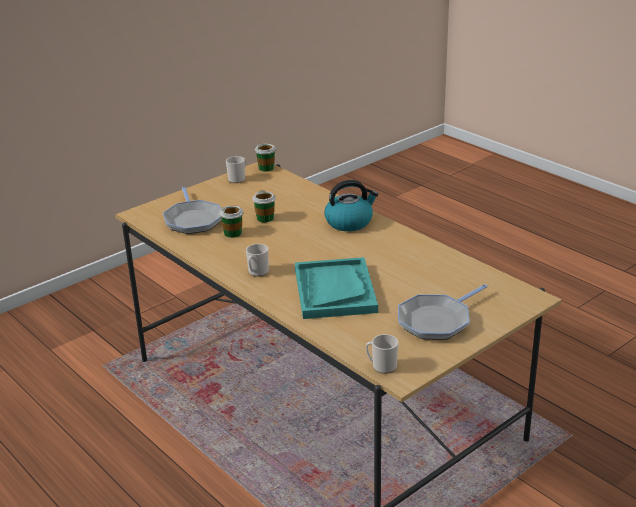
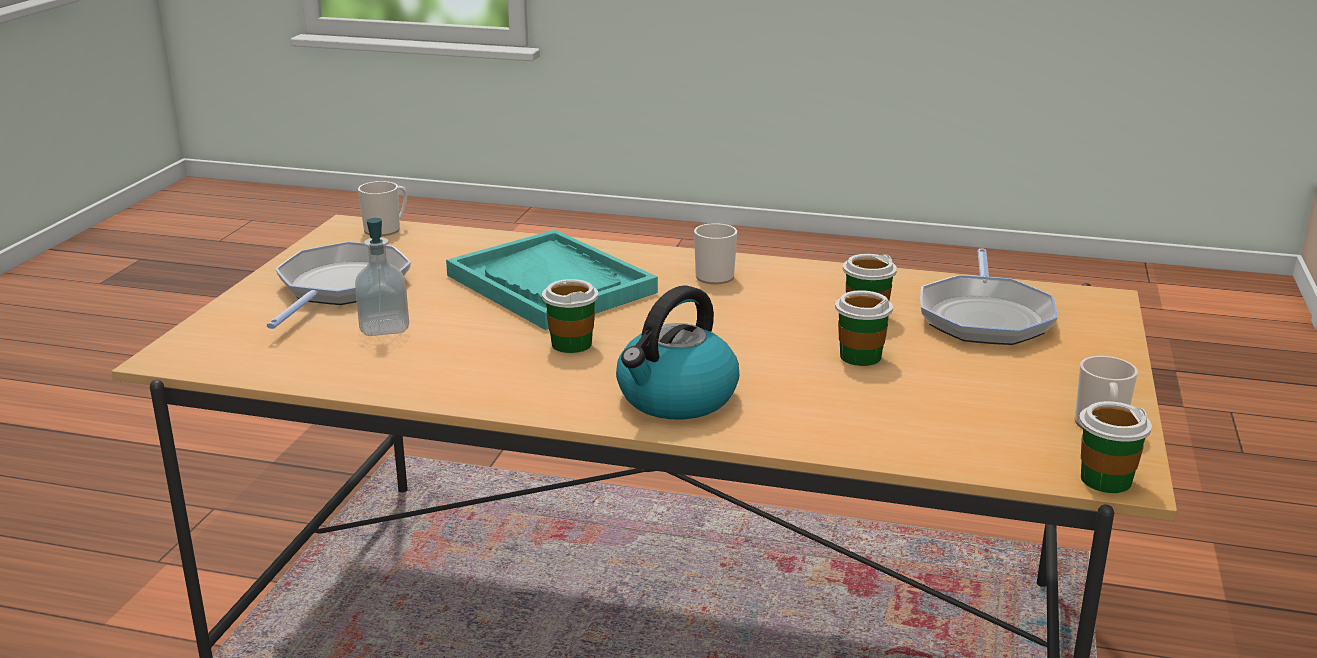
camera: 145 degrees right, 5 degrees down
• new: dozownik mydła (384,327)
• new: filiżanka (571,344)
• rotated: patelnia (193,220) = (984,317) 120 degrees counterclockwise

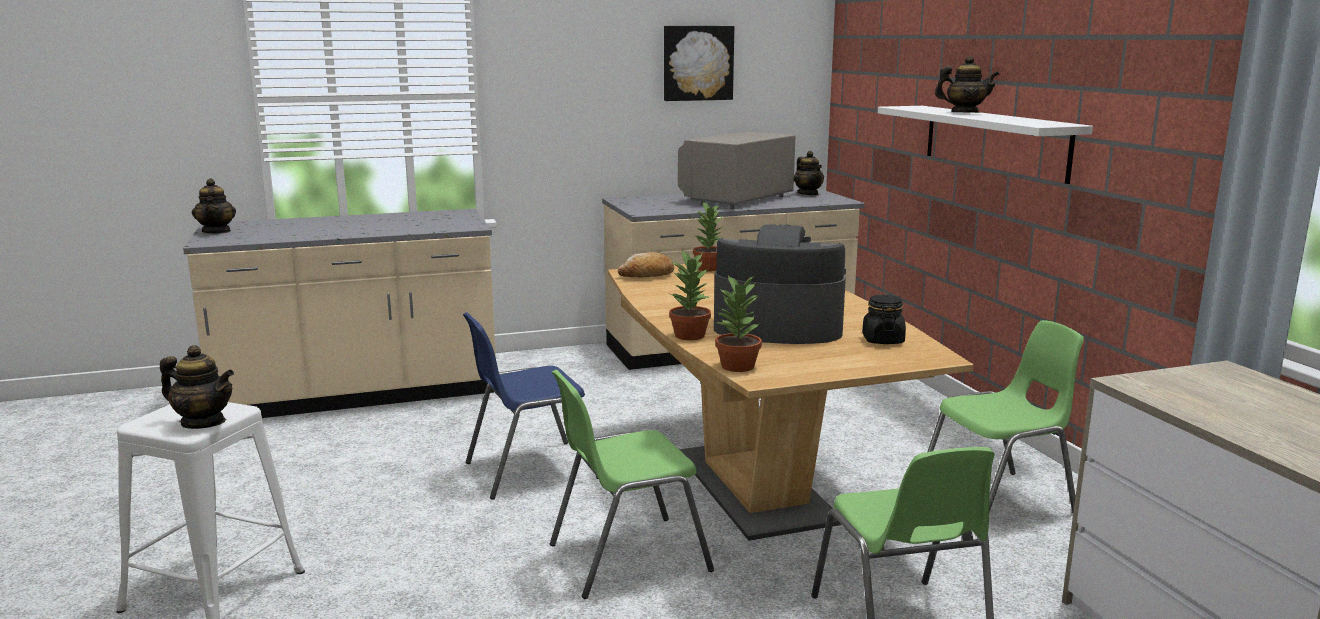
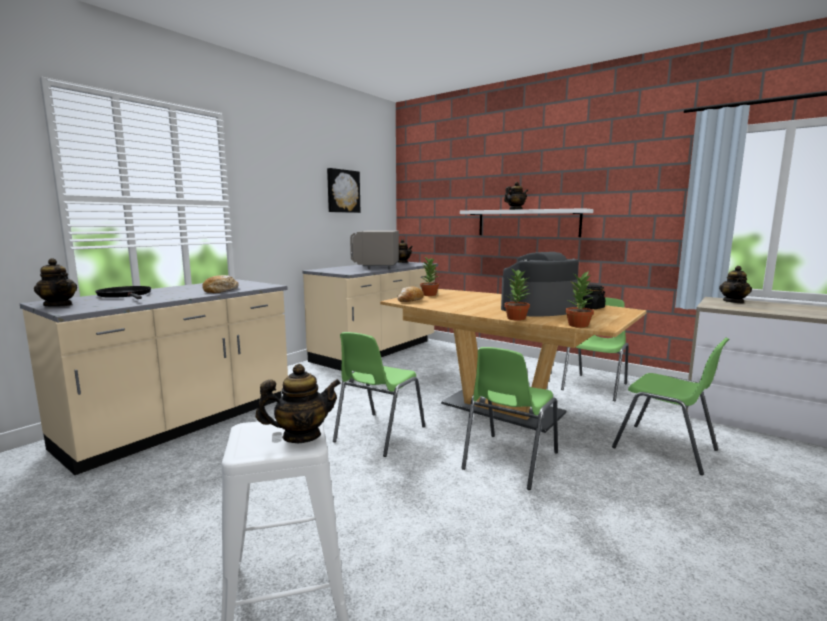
camera: 35 degrees left, 5 degrees down
• new: patelnia (czarny) (126,295)
• new: chleb (221,290)
• new: imbryk (733,302)
• repainted: krzesło (niebieski) (529,470) to krzesło (zielony) (378,434)

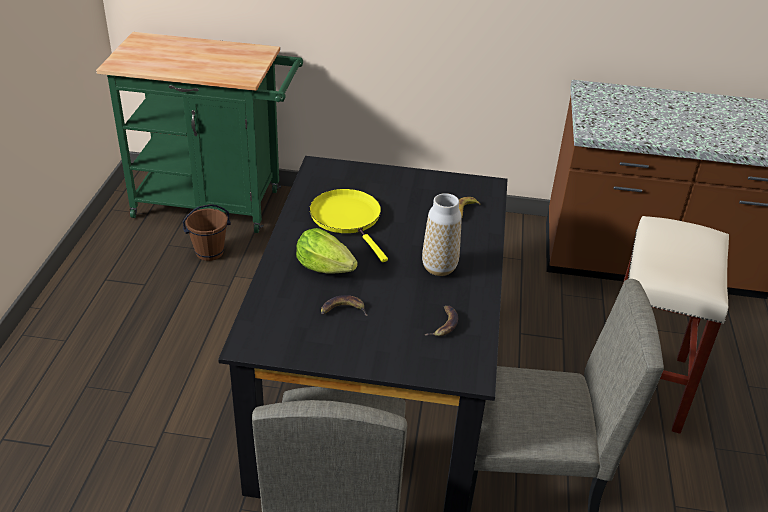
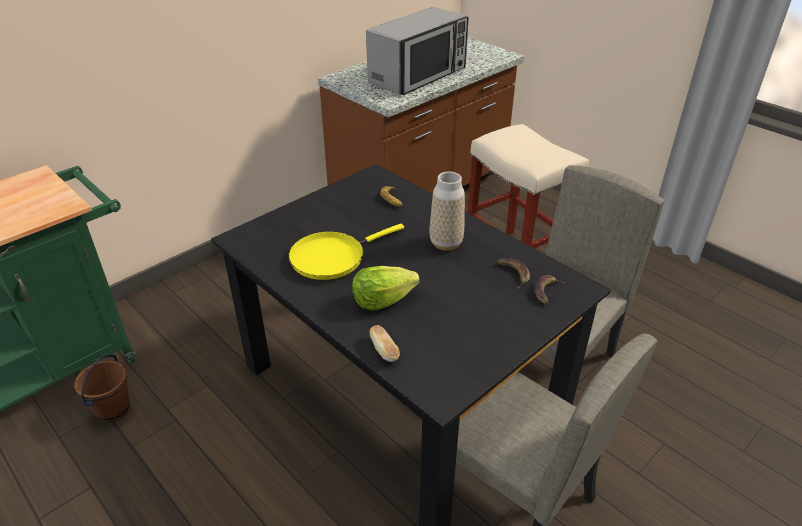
camera: 50 degrees left, 0 degrees up
• new: mikrofalówka (418,76)
• new: chleb (384,350)
• shifted: banan (343,310) to (546,291)
• rotated: patelnia (żółty) (348,218) = (332,257) 45 degrees counterclockwise

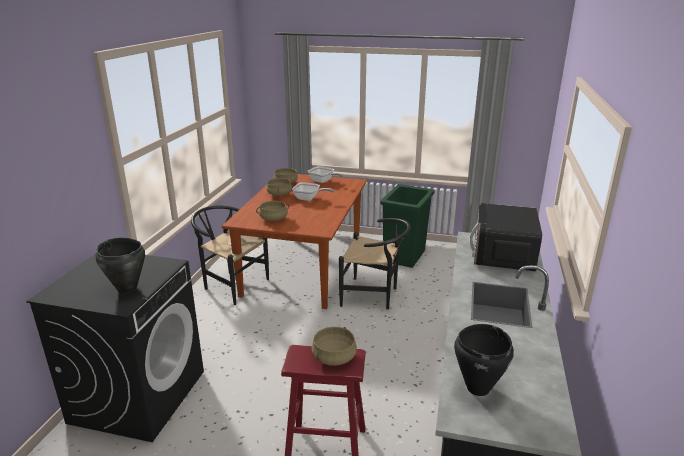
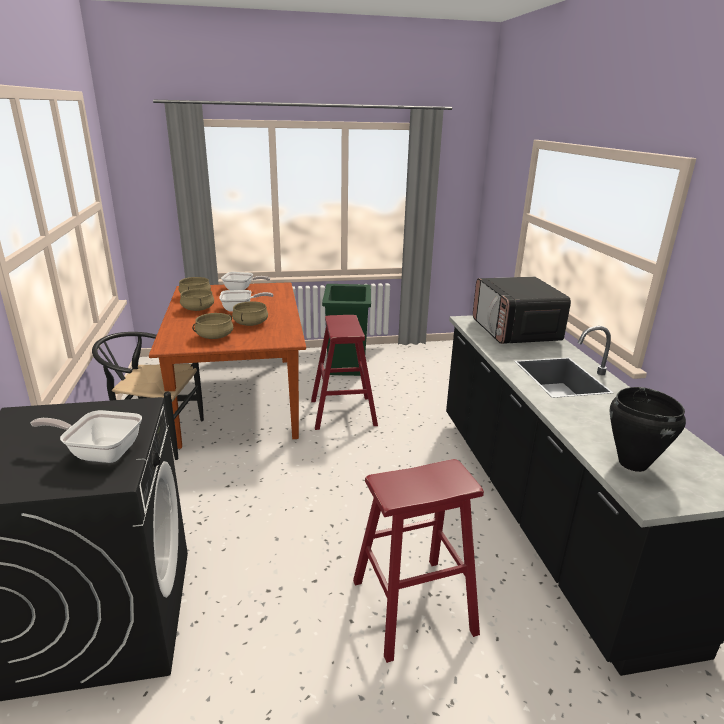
camera: 25 degrees left, 0 degrees up
• shifted: garnek (beżowy) (334,357) to (250,323)
• swapped: garnek (czarny) (127,288) to patelnia (100,452)
• swapped: krzesło (czarny) (374,296) to stołek (czerwony) (343,412)

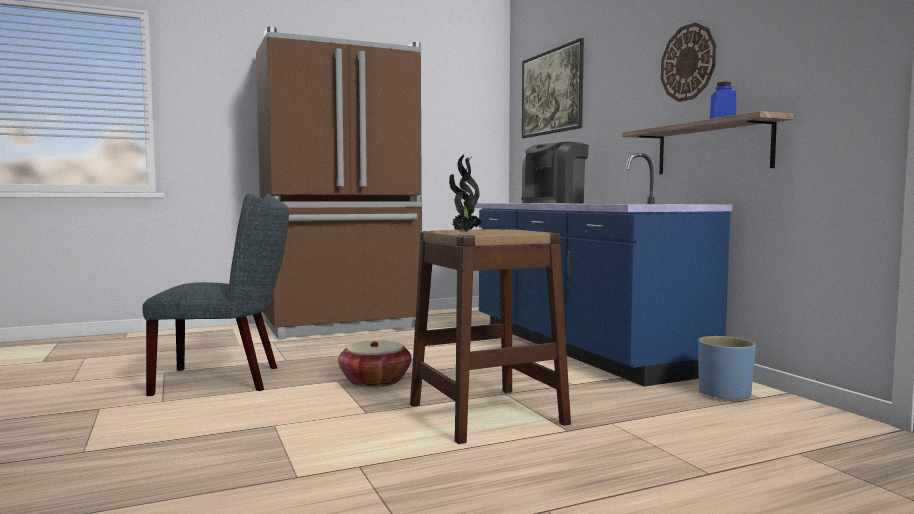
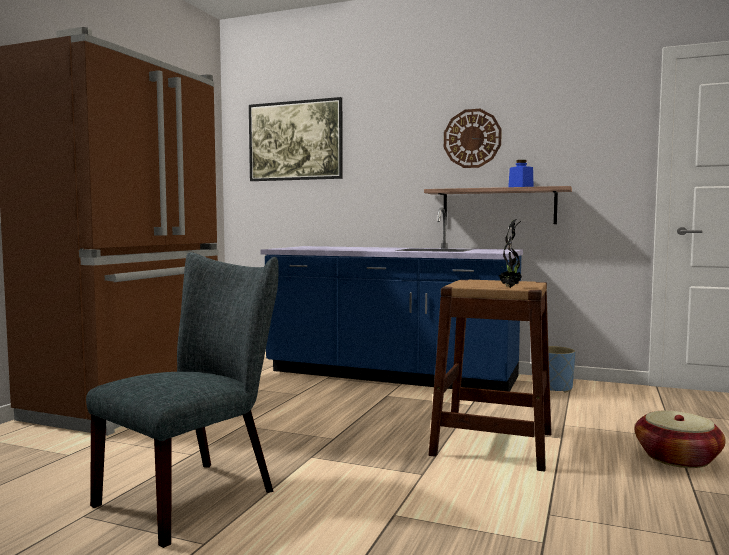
camera: 45 degrees left, 0 degrees up
• gone: ekspres do kawy (553,203)
• shifted: koszyk (375,381) to (677,458)

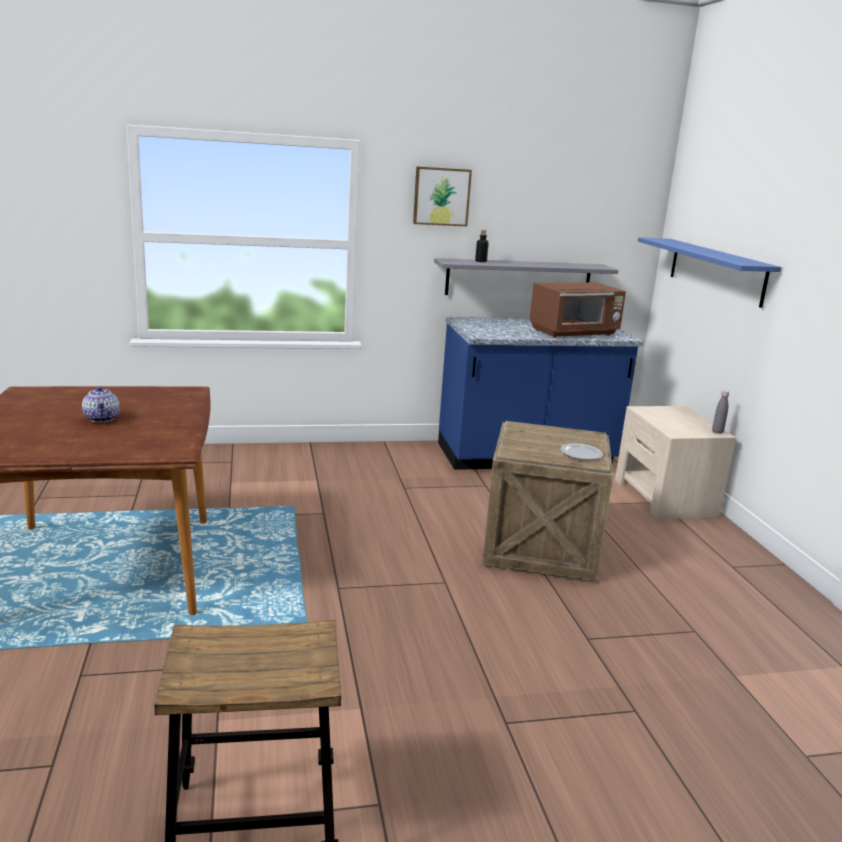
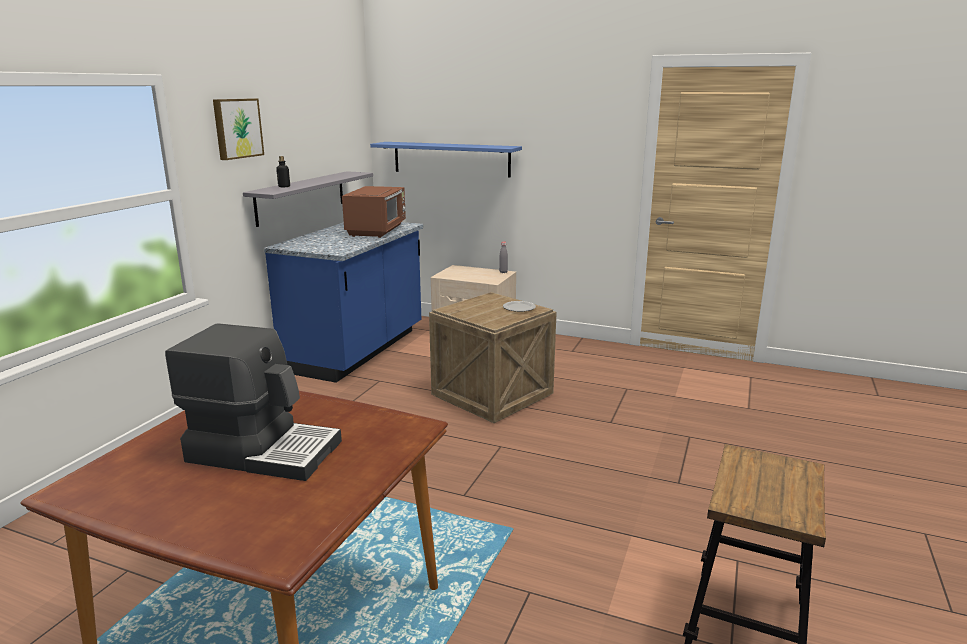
camera: 55 degrees left, 0 degrees up
• swapped: imbryk (102,418) to ekspres do kawy (264,450)

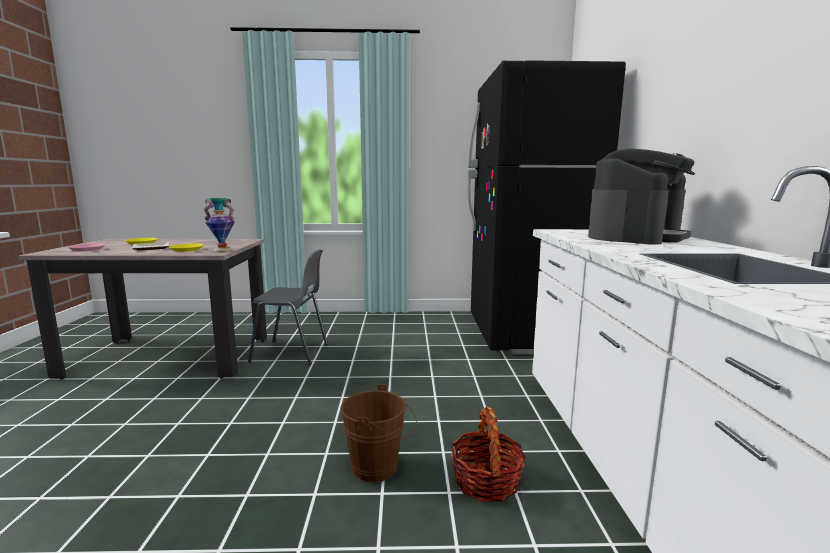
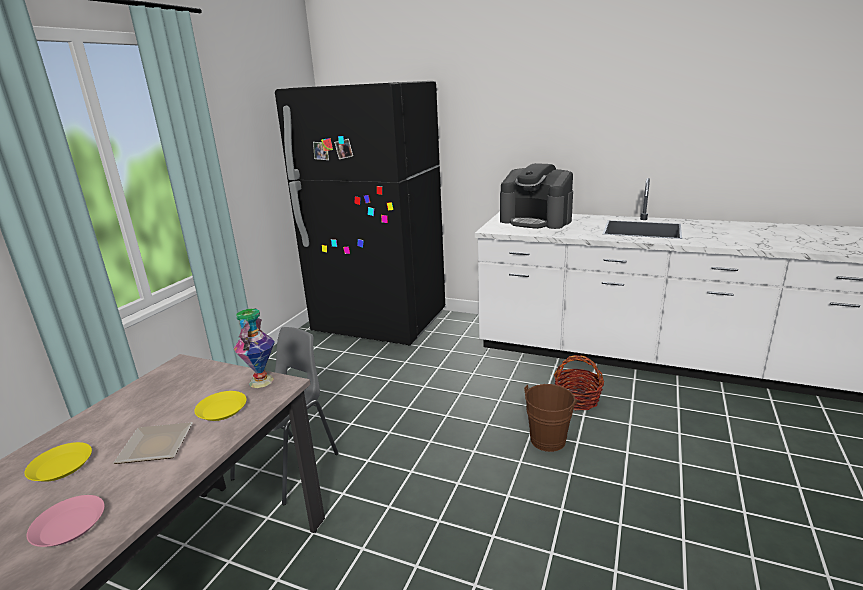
camera: 65 degrees left, 10 degrees up
• rotated: ekspres do kawy (636,236) = (536,221) 150 degrees clockwise

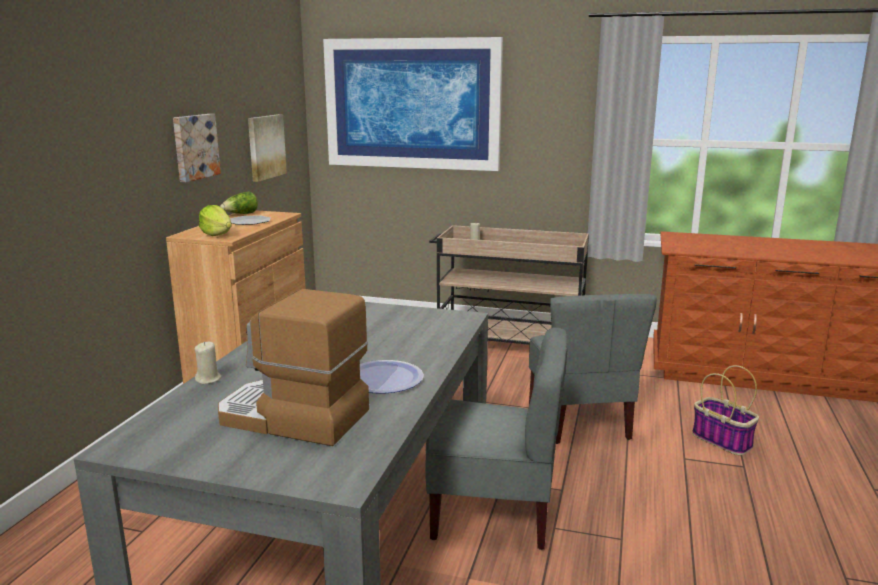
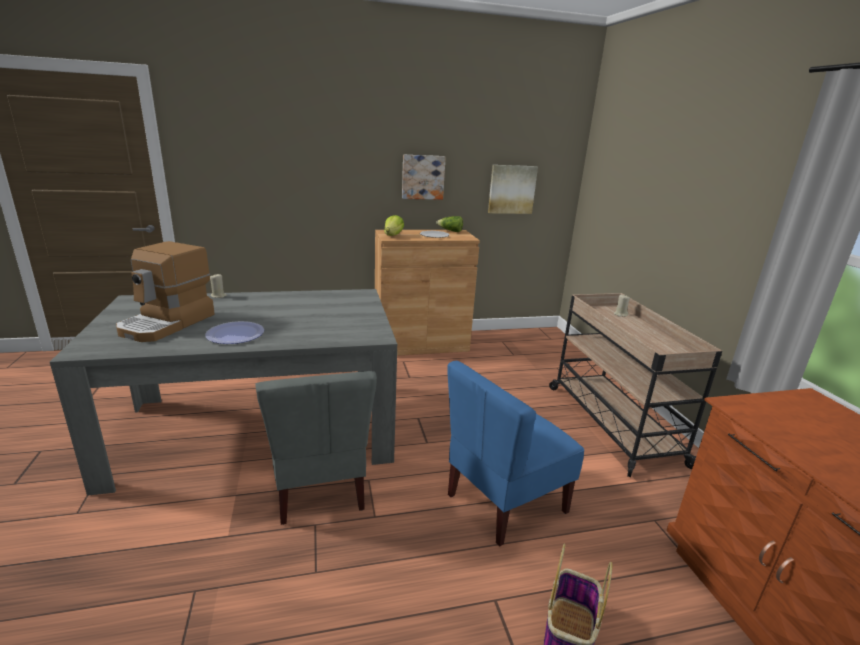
camera: 60 degrees right, 5 degrees up
• gone: obraz (412,104)
• repainted: krzesło (szary) (580,421) to krzesło (niebieski) (504,503)
• rotated: ekspres do kawy (292,418) = (168,323) 150 degrees counterclockwise

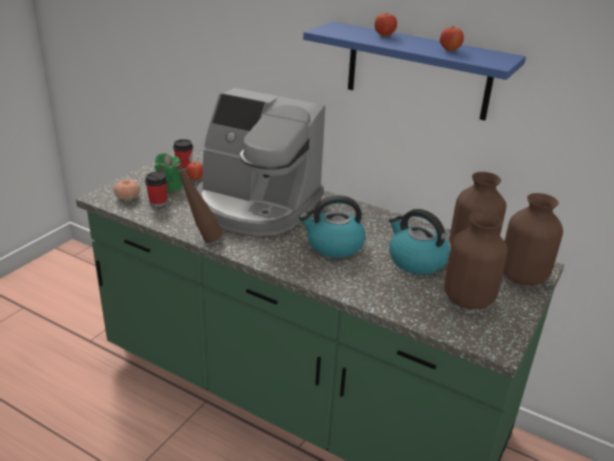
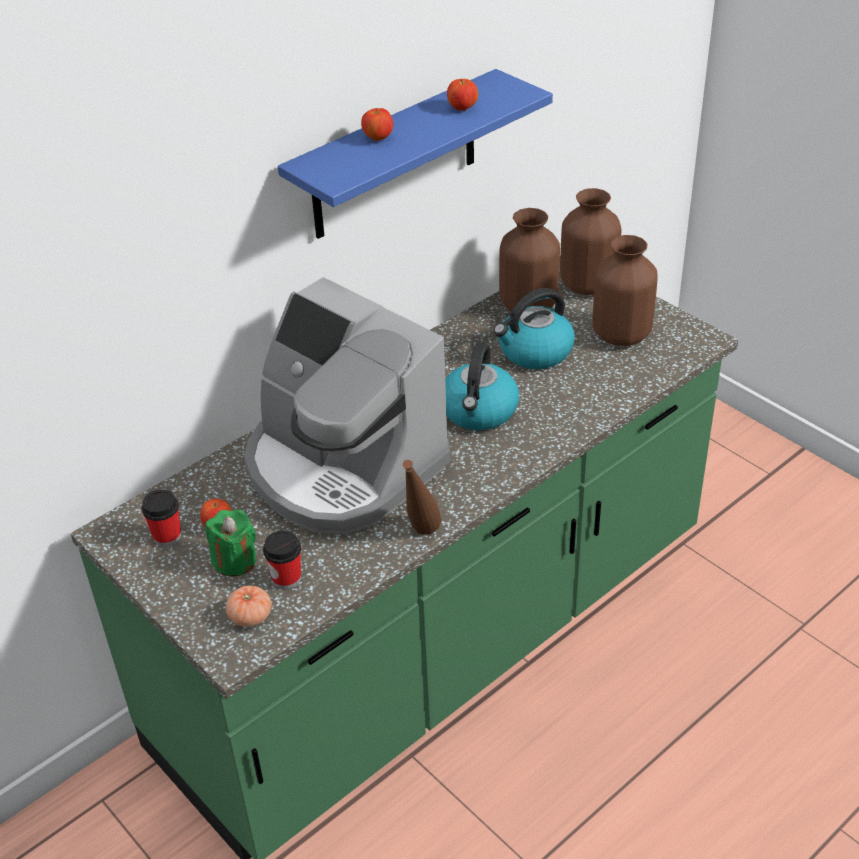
camera: 70 degrees left, 10 degrees up
• rotated: ekspres do kawy (256,205) = (341,467) 90 degrees clockwise

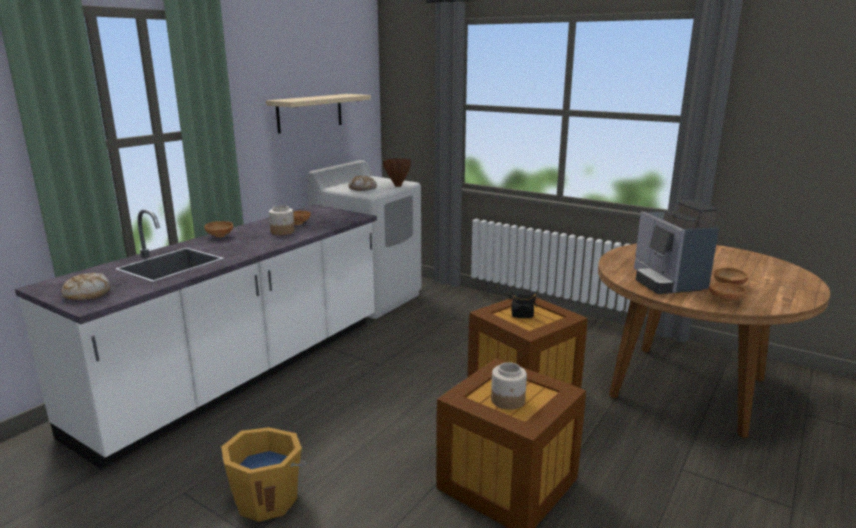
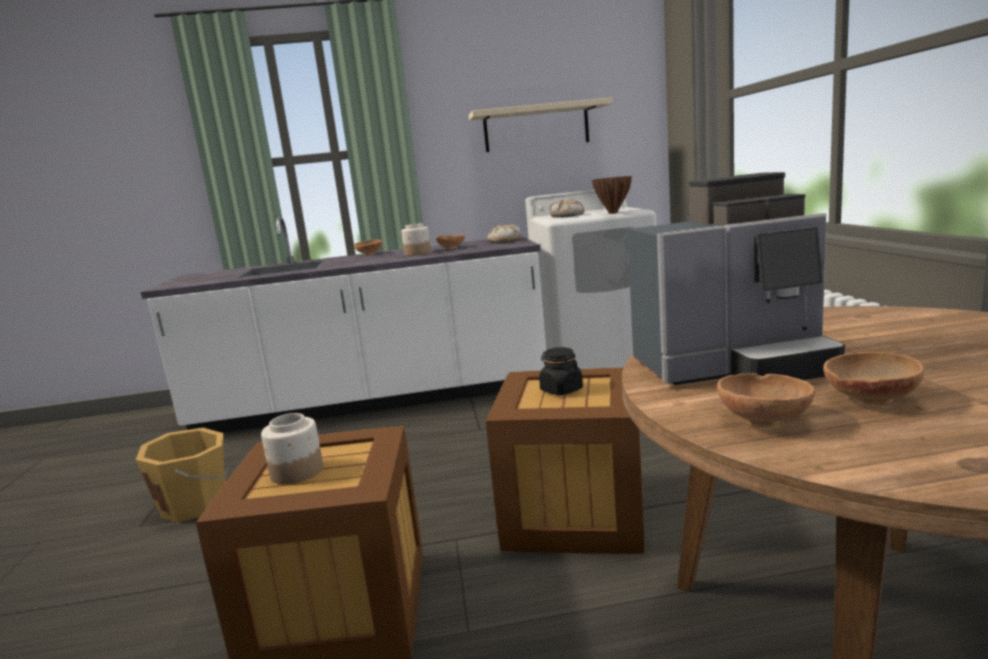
camera: 50 degrees right, 5 degrees down
• shifted: chleb (87,294) to (505,241)
• rotated: ekspres do kawy (666,282) = (734,366) 135 degrees counterclockwise

